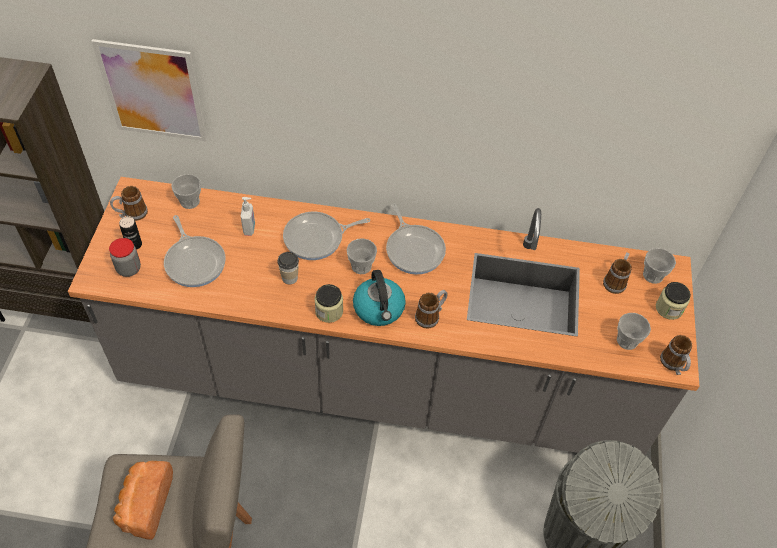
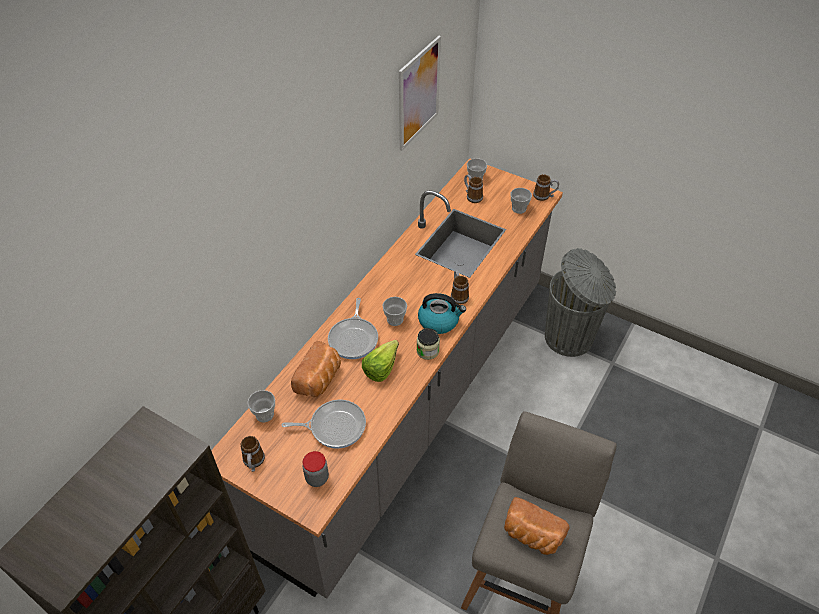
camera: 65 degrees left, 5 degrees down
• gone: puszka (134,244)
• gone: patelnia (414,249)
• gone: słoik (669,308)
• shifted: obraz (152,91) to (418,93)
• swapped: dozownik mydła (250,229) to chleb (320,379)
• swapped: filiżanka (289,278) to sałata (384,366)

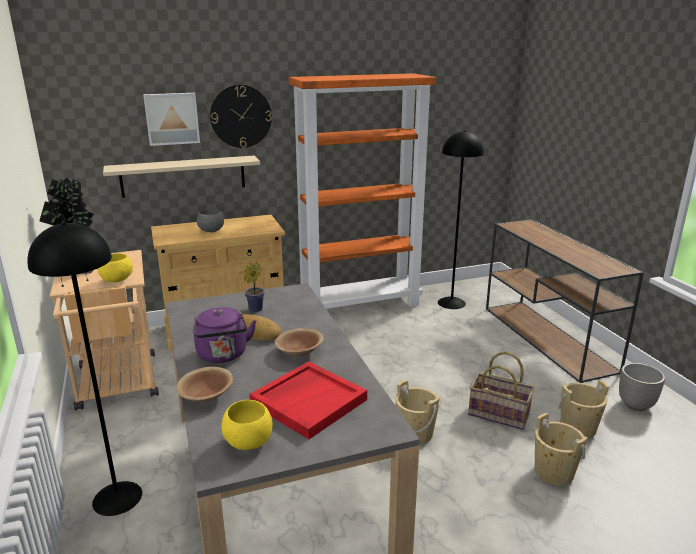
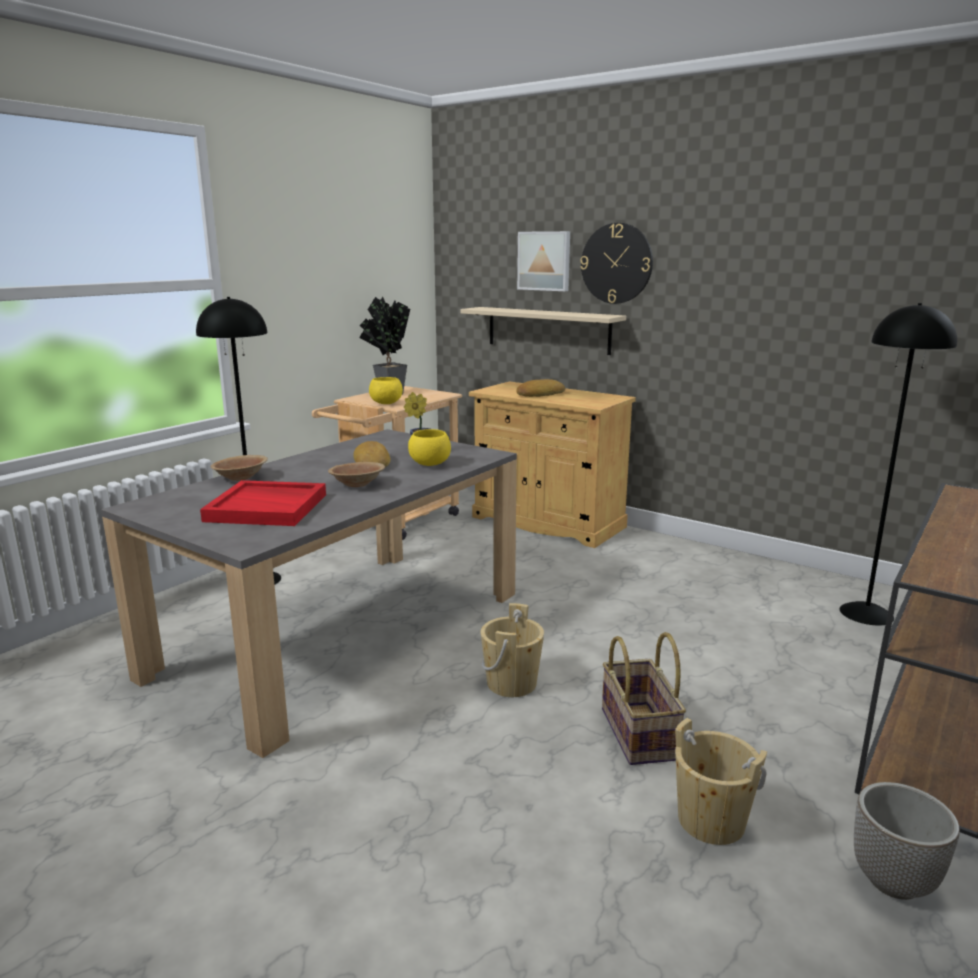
camera: 55 degrees right, 5 degrees down
• gone: czajnik (fioletowy) (223,355)
• gone: regał (pomarańczowy) (360,305)
• gone: wiadro (beżowy) (554,472)
• shifted: miska (żółty) (248,443) to (429,464)
• swapped: miska (szary) (211,231) to chleb (539,394)

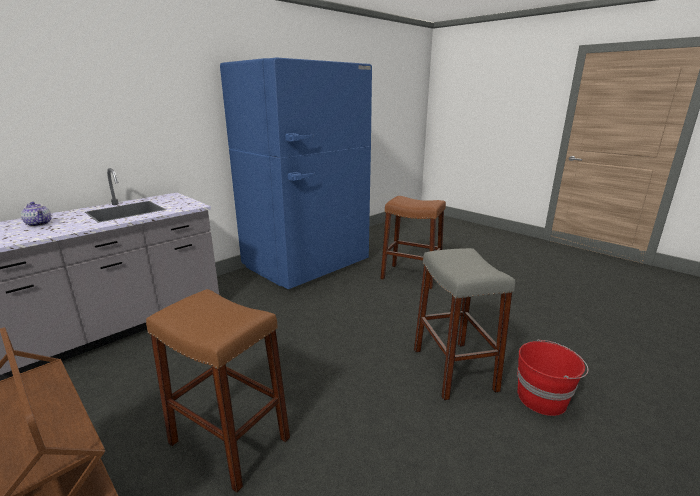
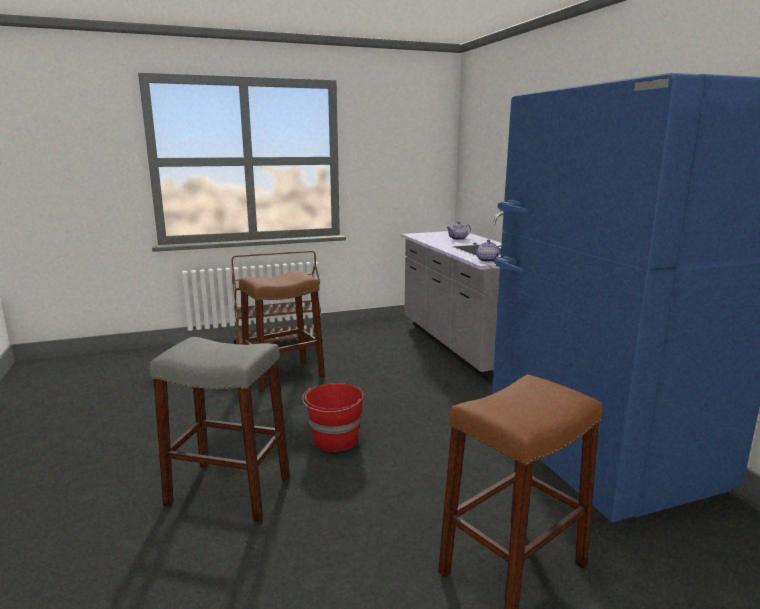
camera: 115 degrees right, 5 degrees down
• new: imbryk (486,260)
• shifted: wiadro (czerwony) (543,398) to (335,440)

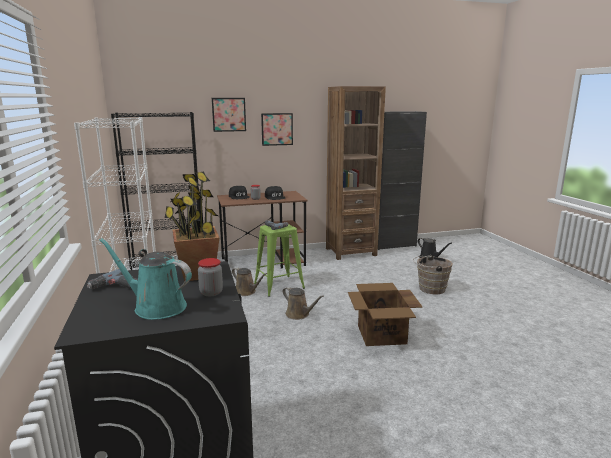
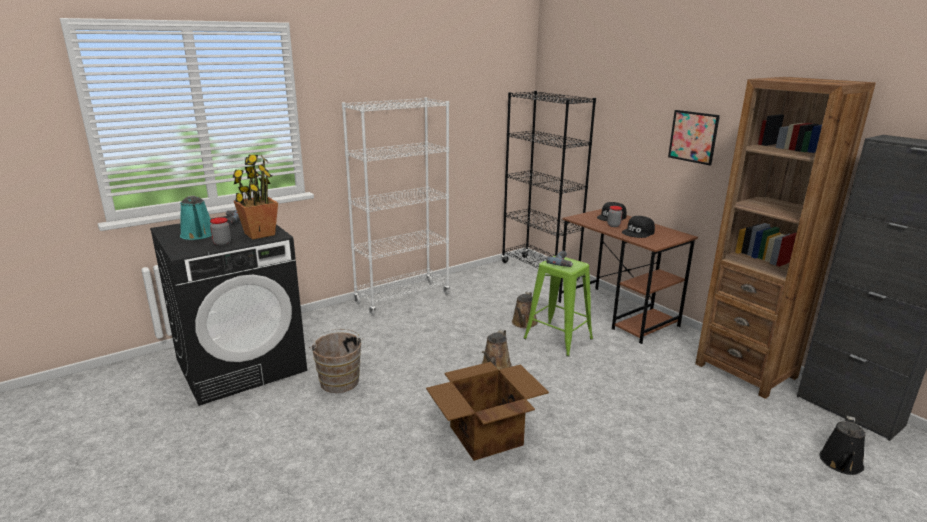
camera: 70 degrees right, 5 degrees up
• gone: obraz (229,114)
• shifted: wiadro (brązowy) (429,288) to (339,380)
• rotated: konewka (turkusowy) (156,307) = (198,235) 150 degrees clockwise

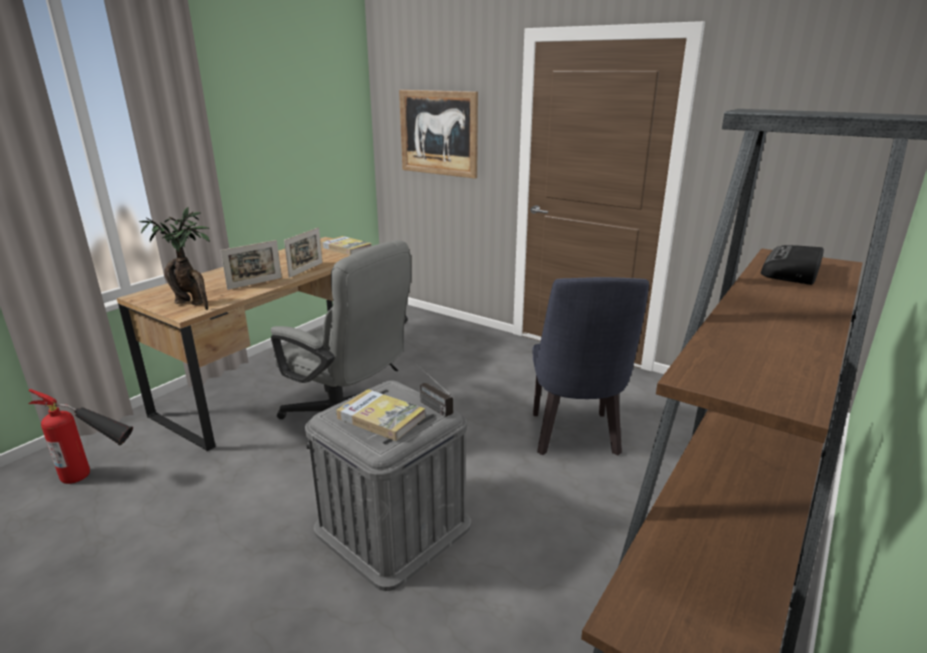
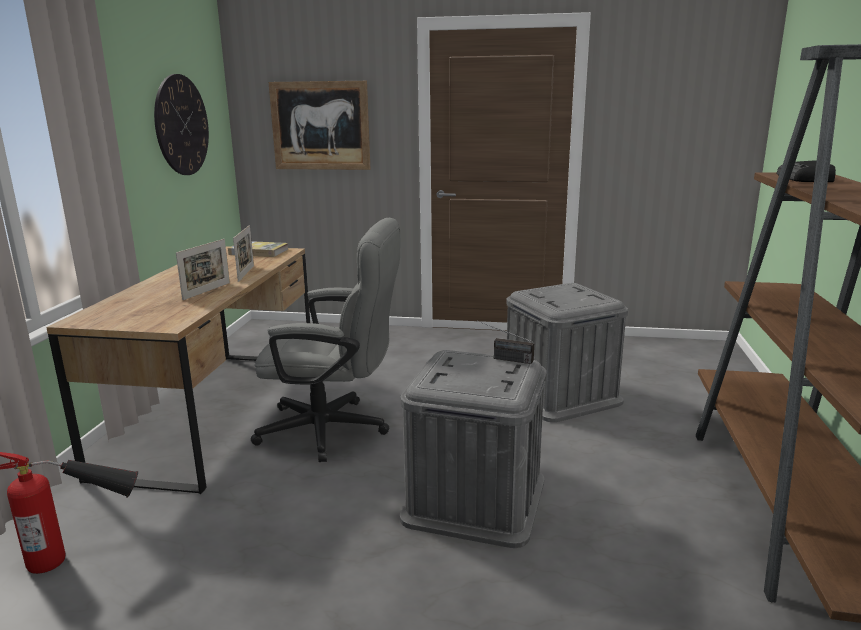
camera: 25 degrees left, 5 degrees down
• gone: roślina doniczkowa (192,304)
• gone: książka (381,417)
• new: zegar ścienny (181,125)
• swapped: krzesło (niebieski) (575,438) to pojemnik do przechowywania (szary) (560,394)

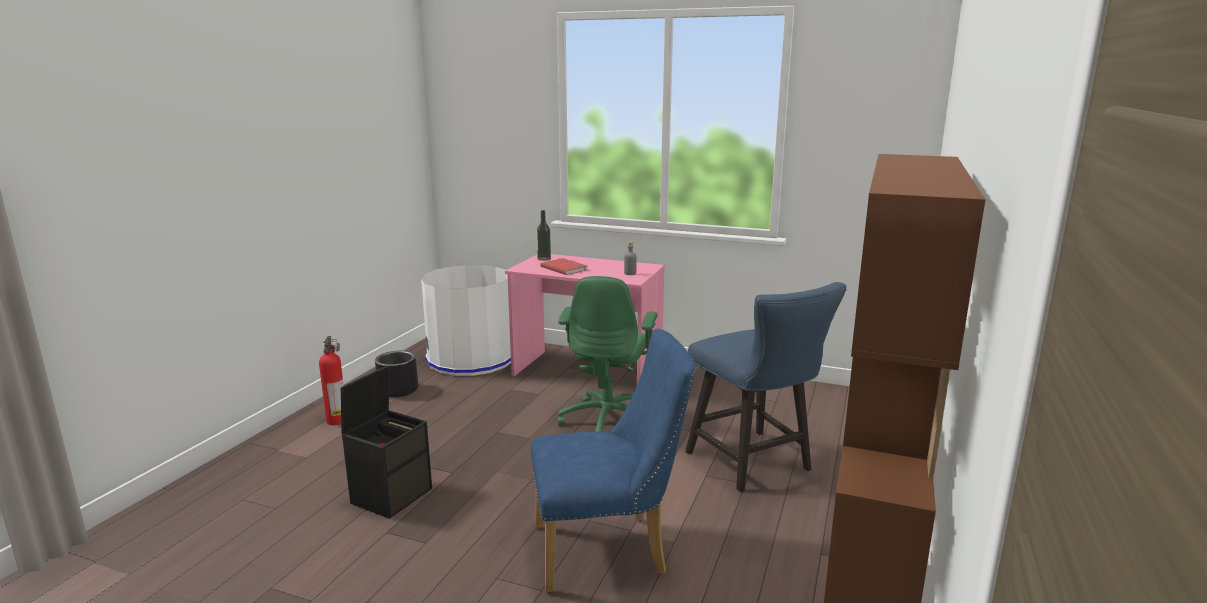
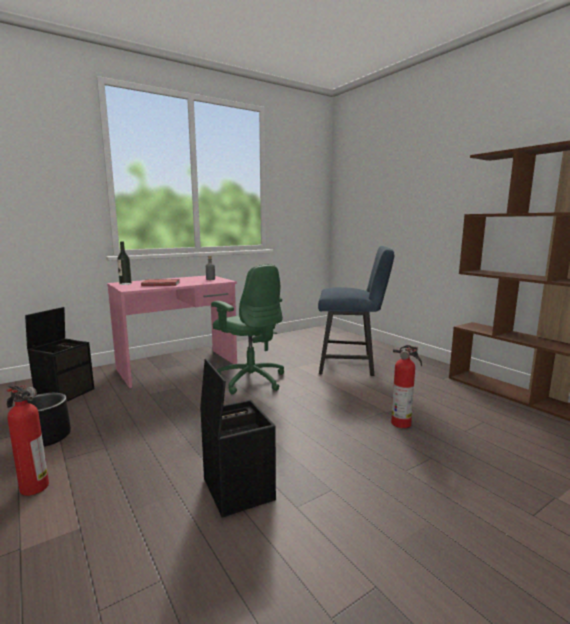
camera: 55 degrees left, 5 degrees down
• swapped: kosz na śmieci (biały) (471,359) to pojemnik do przechowywania (czarny) (65,393)
• swapped: krzesło (niebieski) (609,550) to gaśnica (402,423)

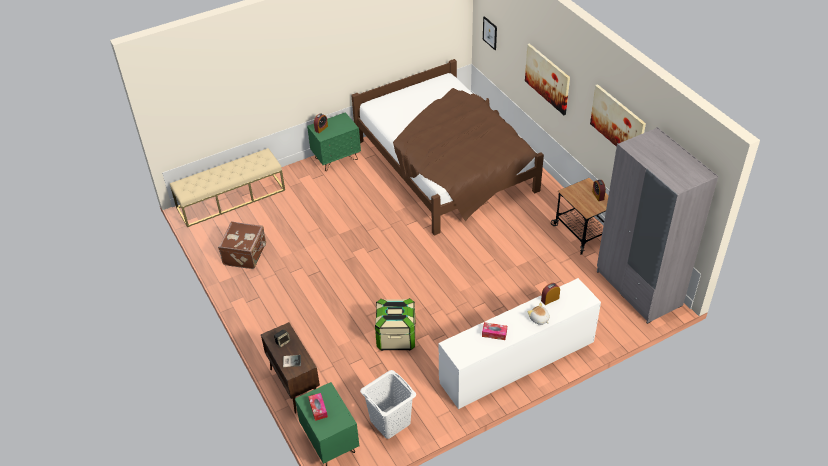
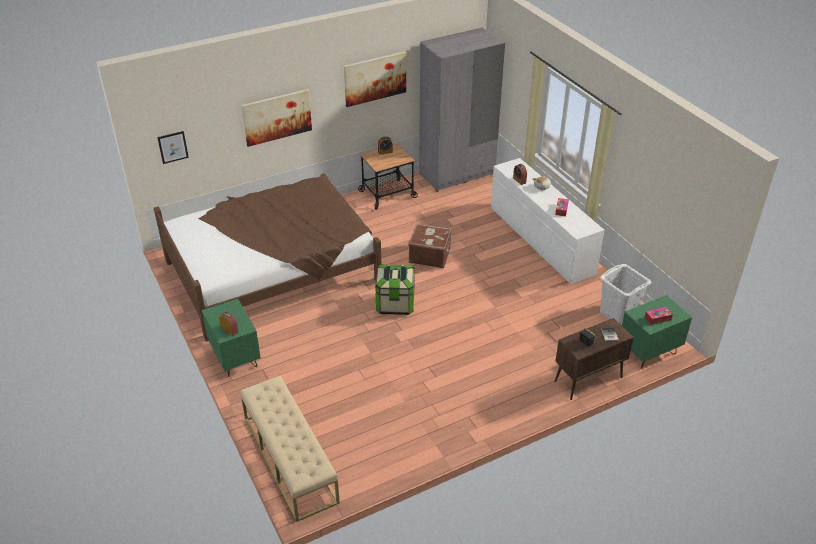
camera: 90 degrees left, 5 degrees down
• shifted: walizka (brązowy) (245,254) to (429,255)
• shifted: pojemnik do przechowywania (396,337) to (395,304)

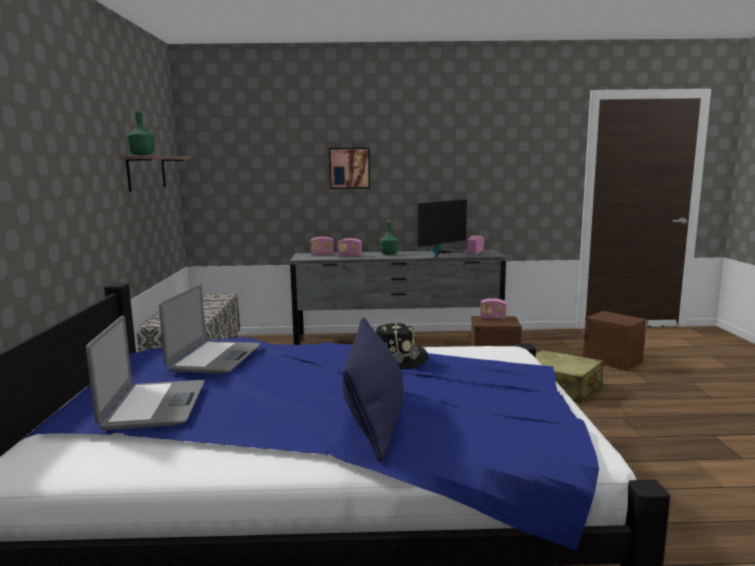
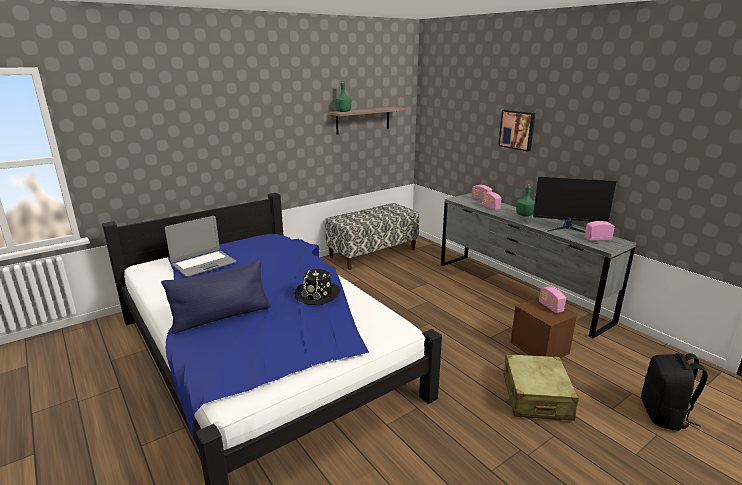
camera: 55 degrees right, 10 degrees up
• gone: laptop (214,358)
• swapped: pojemnik do przechowywania (brązowy) (613,360) to plecak (czarny) (664,415)

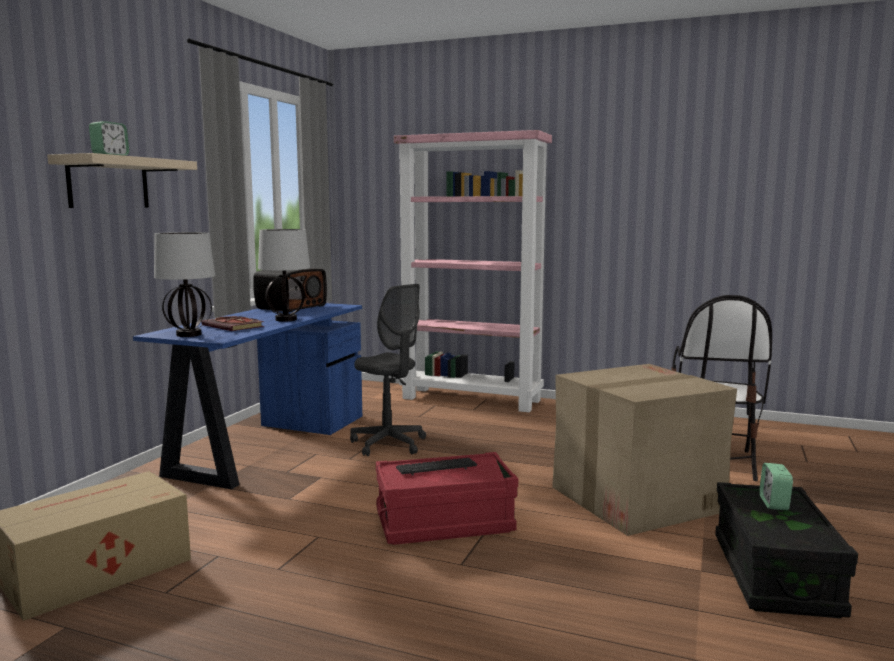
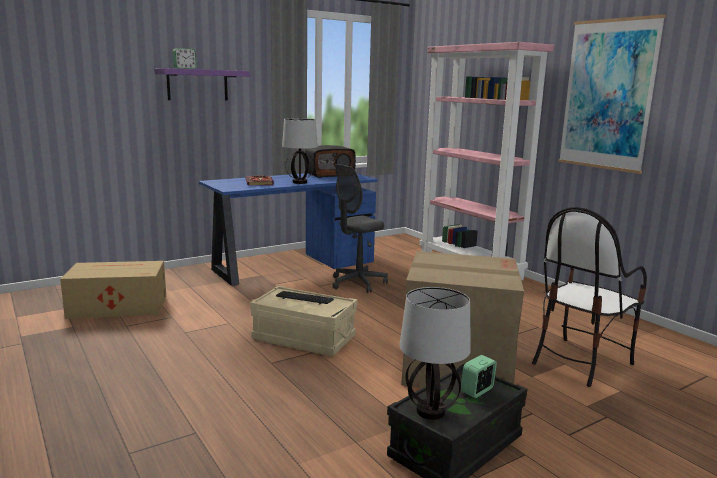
camera: 35 degrees right, 5 degrees up
• new: obraz (608,95)
• shifted: lampa stołowa (188,334) to (430,411)
• repainted: półka (beżowy) (108,183) to półka (fioletowy) (197,85)
• repainted: pojemnik do przechowywania (czerwony) (444,523) to pojemnik do przechowywania (beżowy) (304,338)
• rotated: krzesło biurowe (szary) (388,444) = (357,283) 60 degrees clockwise

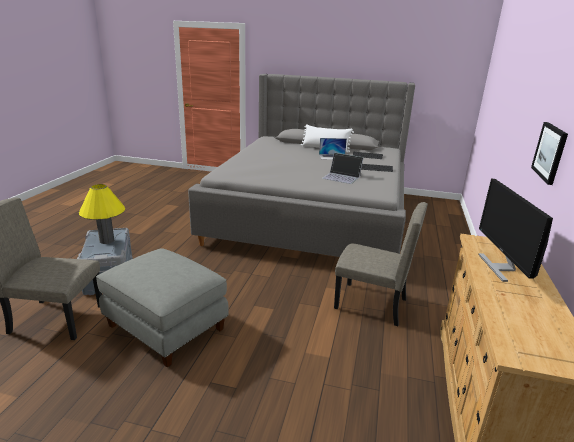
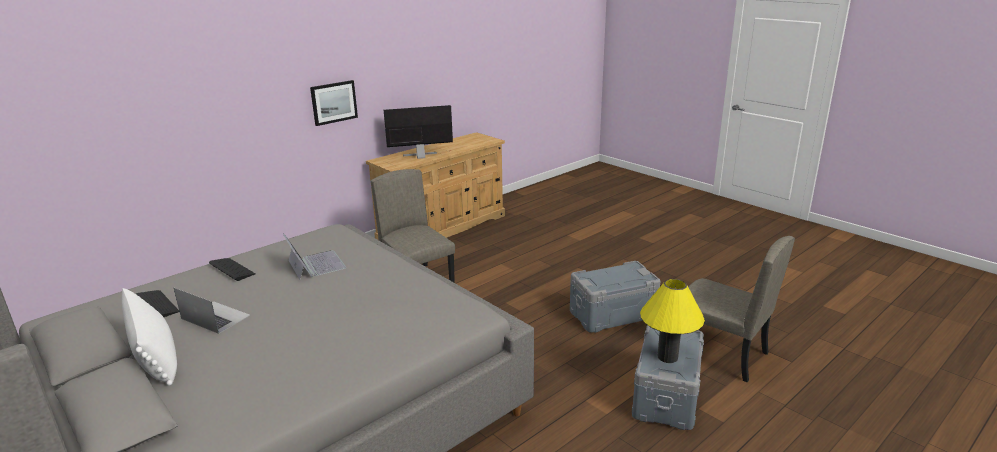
camera: 145 degrees left, 0 degrees up
• swapped: pufa (szary) (165,328) to pojemnik do przechowywania (szary) (613,315)
• rotated: monitor (500,267) = (421,156) 135 degrees counterclockwise

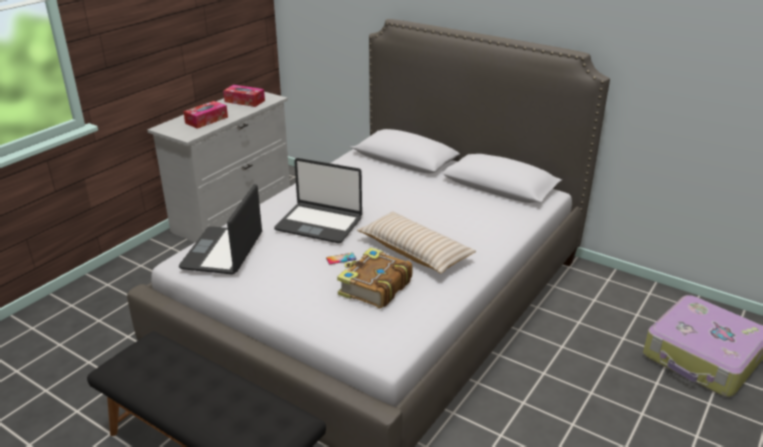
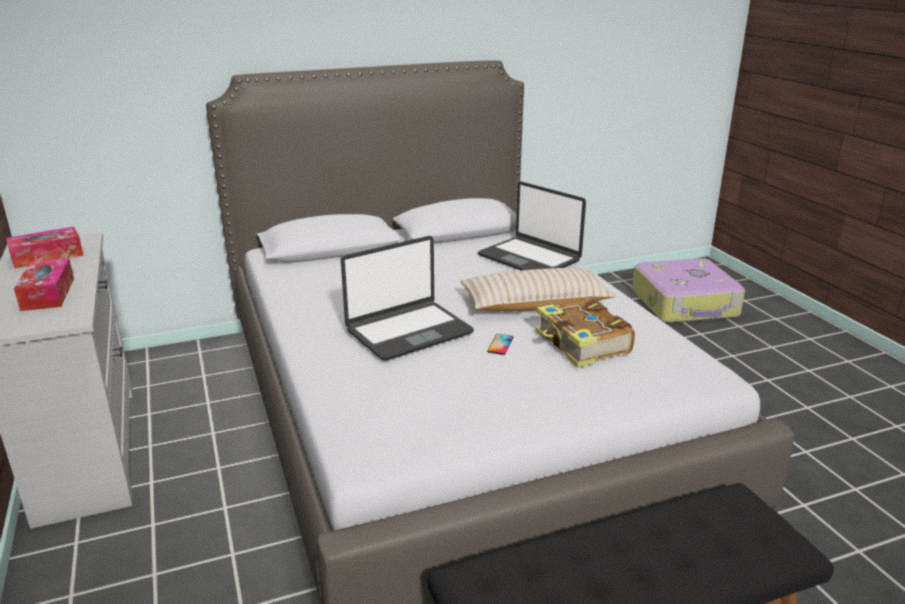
camera: 55 degrees left, 5 degrees down
• shifted: laptop (223,251) to (529,258)

